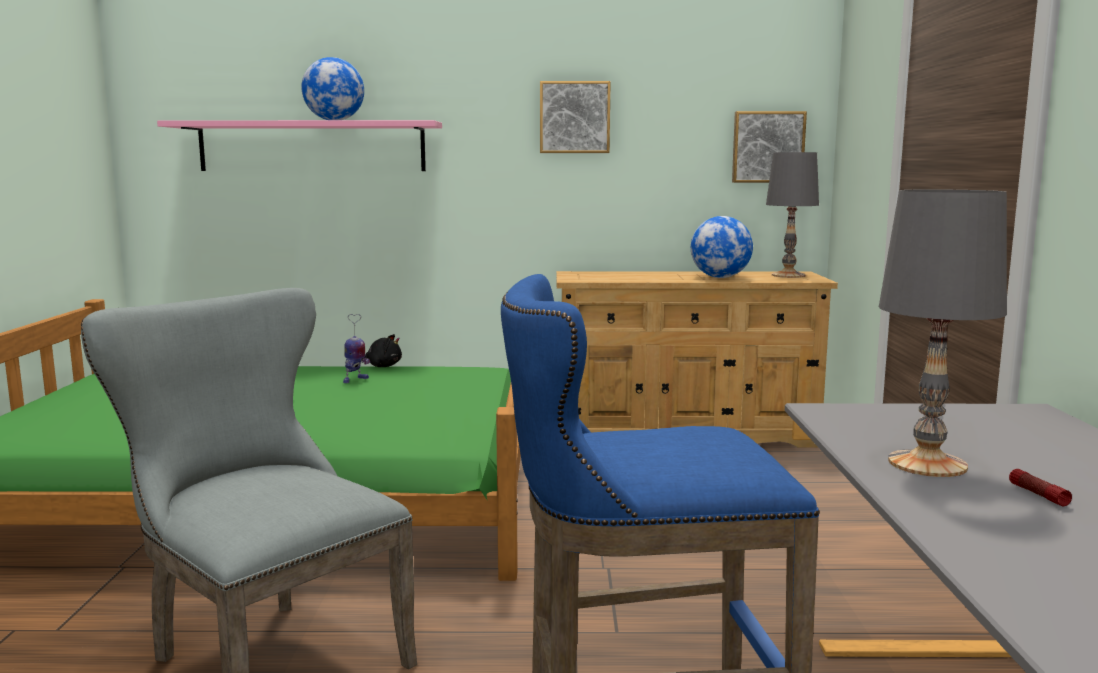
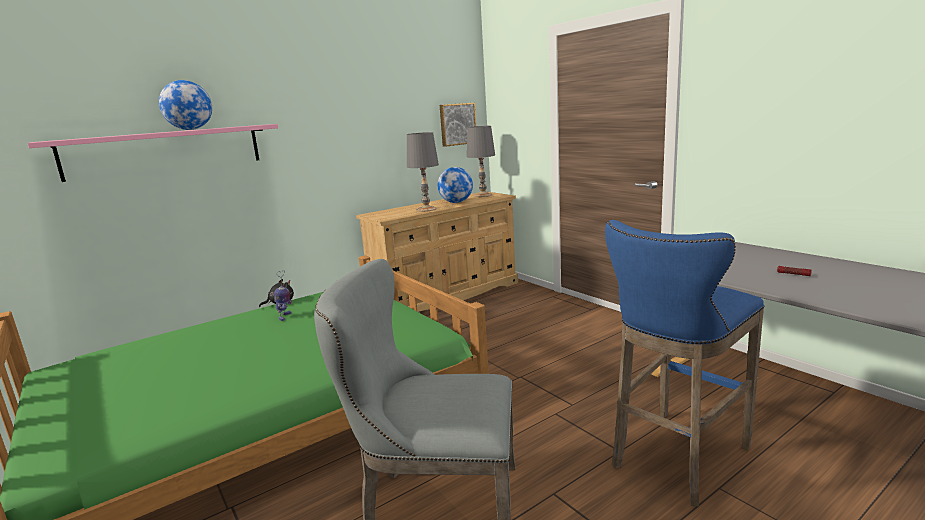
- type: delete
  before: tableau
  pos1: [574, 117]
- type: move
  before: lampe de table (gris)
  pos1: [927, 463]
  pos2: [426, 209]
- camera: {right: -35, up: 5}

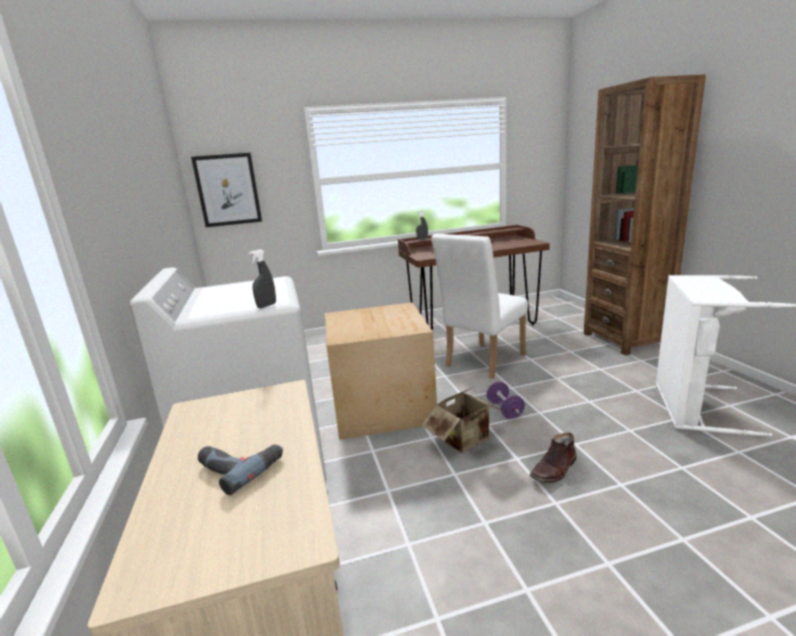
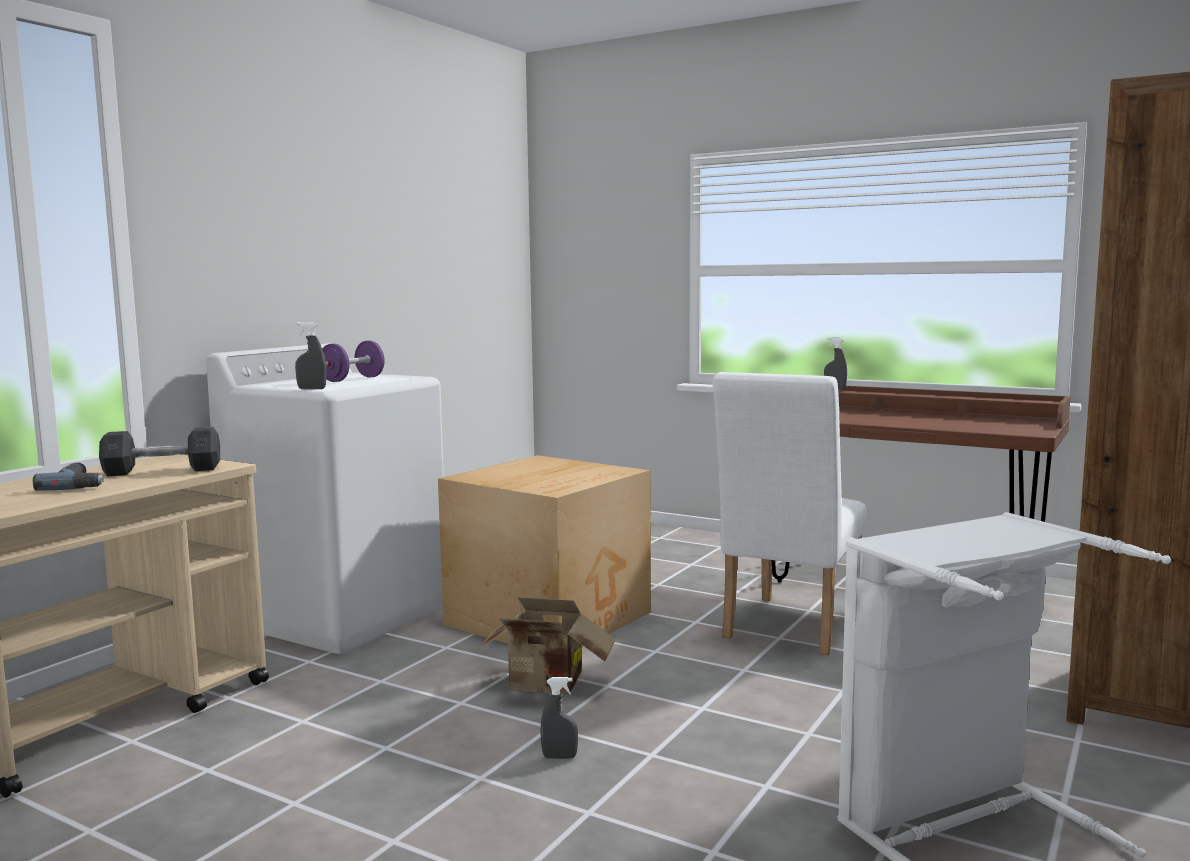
- type: delete
  before: tableau
  pos1: [228, 190]
- type: insert
  after: haltère (gris)
  pos2: [163, 471]
- type: move
  before: haltère (violet)
  pos1: [505, 410]
  pos2: [352, 379]
- type: replace
  before: botte (marron)
  after: vaporisateur (gris)
  pos1: [554, 469]
  pos2: [559, 757]
- type: rotate
  before: chaise (blanc)
  pos1: [482, 362]
  pos2: [787, 628]
  turn: -60
- camera: {right: 45, up: -10}

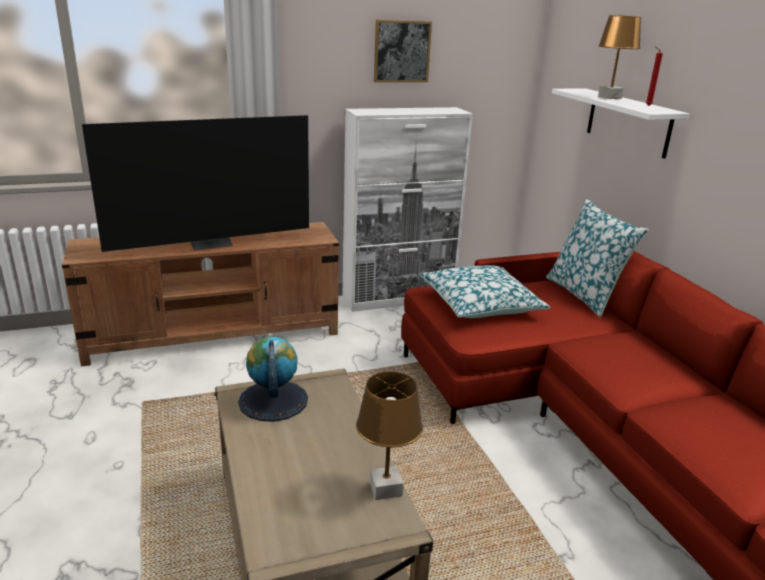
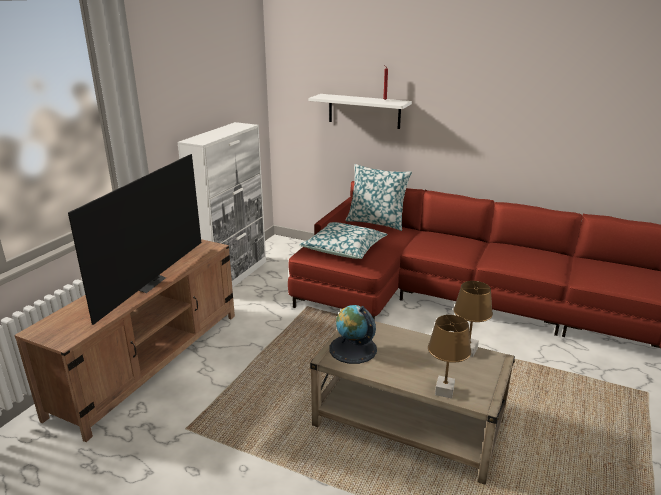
- type: delete
  before: tableau
  pos1: [401, 51]
- type: move
  before: lampe de table (marron)
  pos1: [609, 97]
  pos2: [444, 391]
- camera: {right: -45, up: 0}

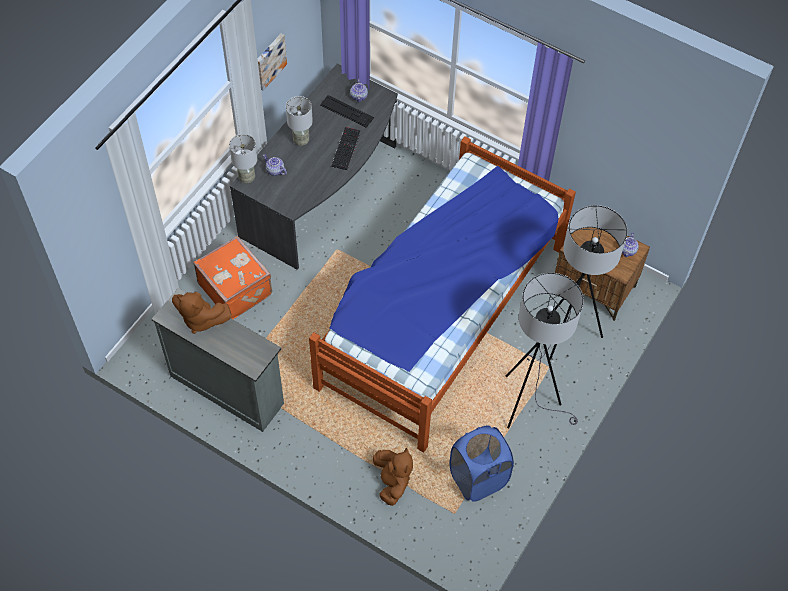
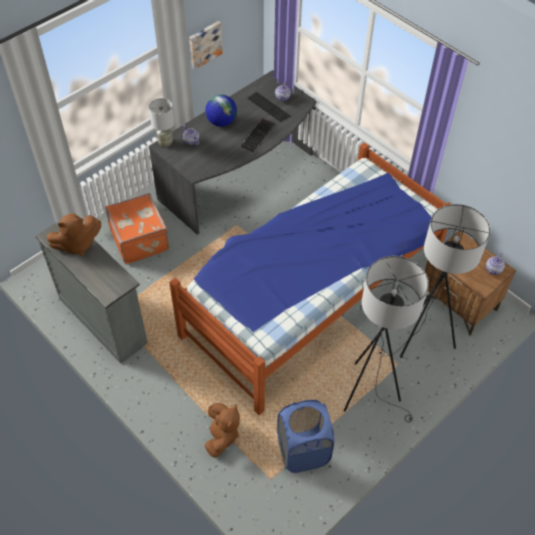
- type: replace
  before: lampe de table (gris)
  after: globe
  pos1: [301, 140]
  pos2: [221, 122]
- type: rotate
  before: peluche (marron)
  pos1: [200, 319]
  pos2: [77, 244]
  turn: -60
- camera: {right: 15, up: -5}

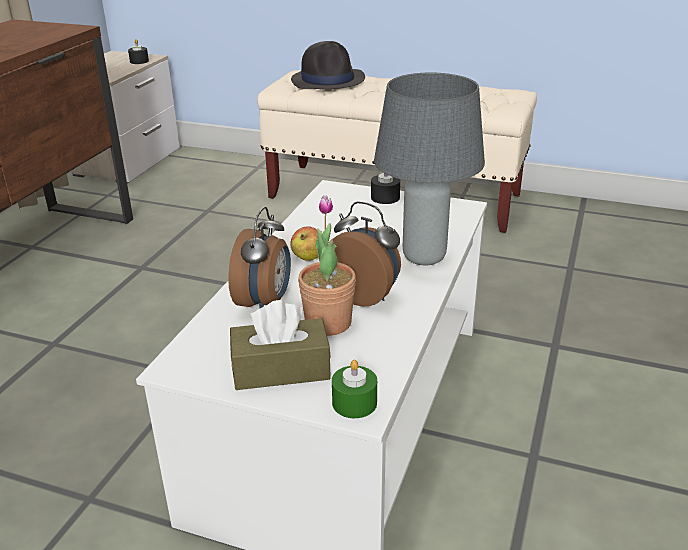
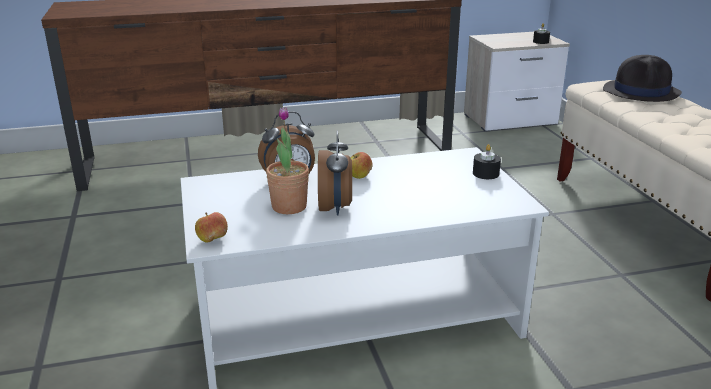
- type: delete
  before: boîte à mouchoirs (marron)
  pos1: [281, 369]
- type: delete
  before: lampe de table (gris)
  pos1: [423, 257]
- type: replace
  before: bougie (vert)
  after: pomme
  pos1: [354, 403]
  pos2: [212, 240]
- camera: {right: 55, up: -5}

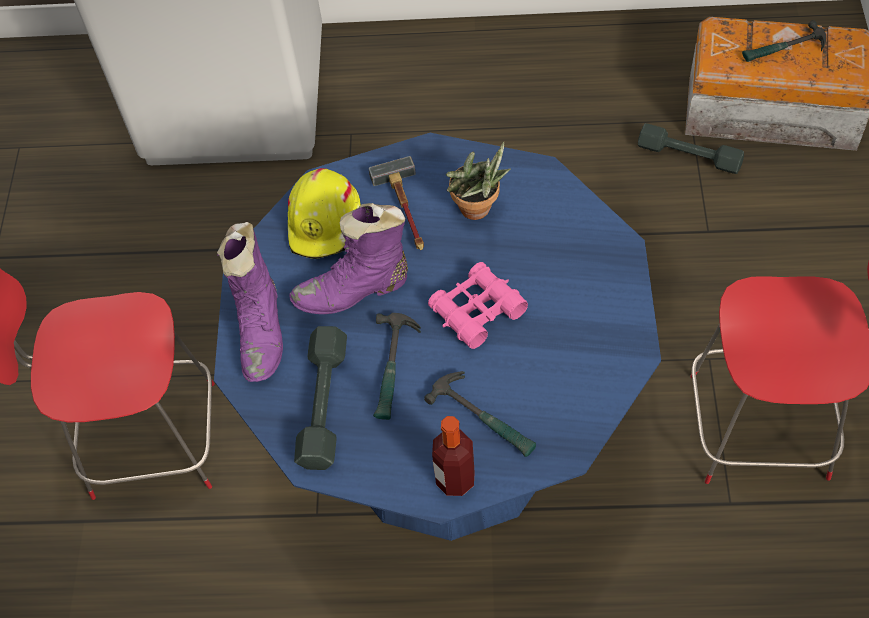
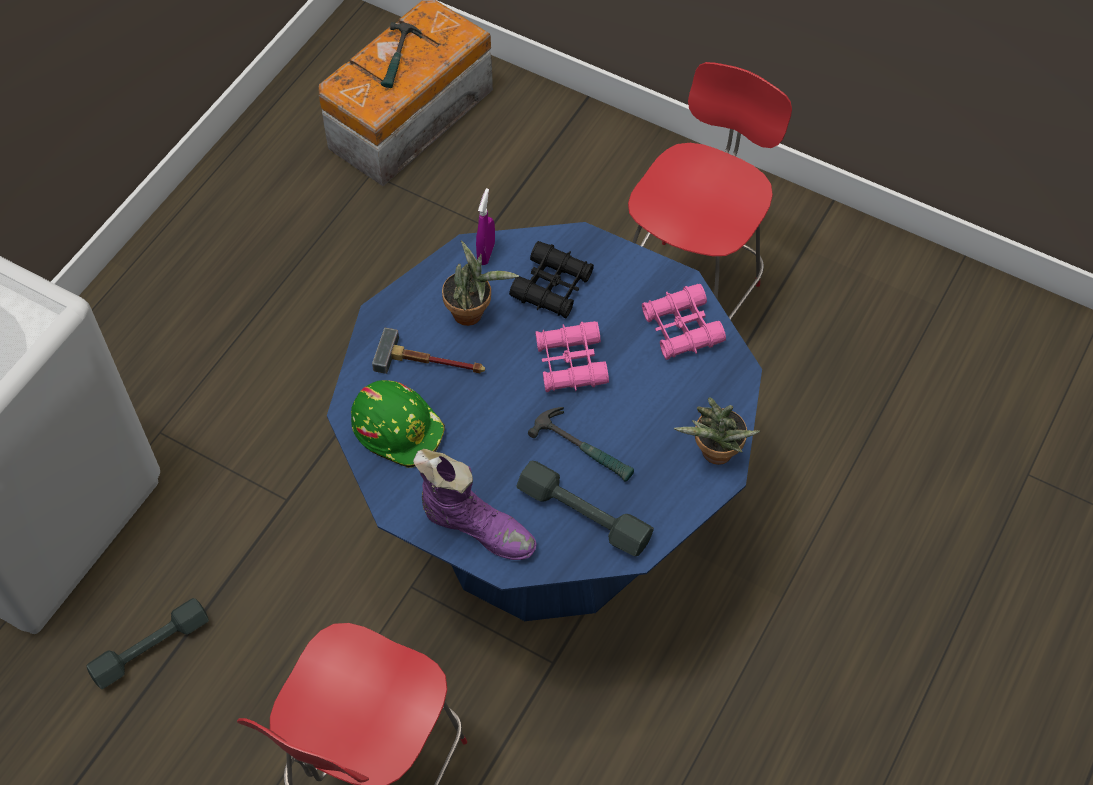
- type: delete
  before: botte (violet)
  pos1: [354, 291]
- type: delete
  before: marteau
  pos1: [485, 418]
- type: insert
  after: vaporisateur (violet)
  pos2: [486, 253]
- type: insert
  after: jumelles (noir)
  pos2: [552, 286]
- type: insert
  after: jumelles (rose)
  pos2: [681, 328]
- type: move
  before: haltère (gris)
  pos1: [689, 155]
  pos2: [151, 647]
- type: replace
  before: bouteille
  after: plante en pot
  pos1: [455, 479]
  pos2: [714, 455]
- type: recolor
  before: casque de chantier (jaune)
  after: casque de chantier (vert)
  pos1: [325, 223]
  pos2: [398, 428]
- camera: {right: -65, up: 0}

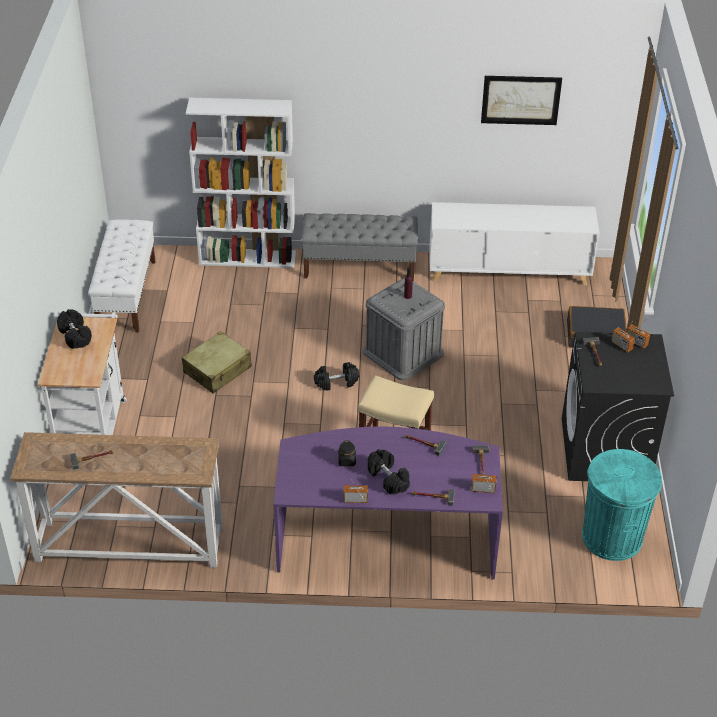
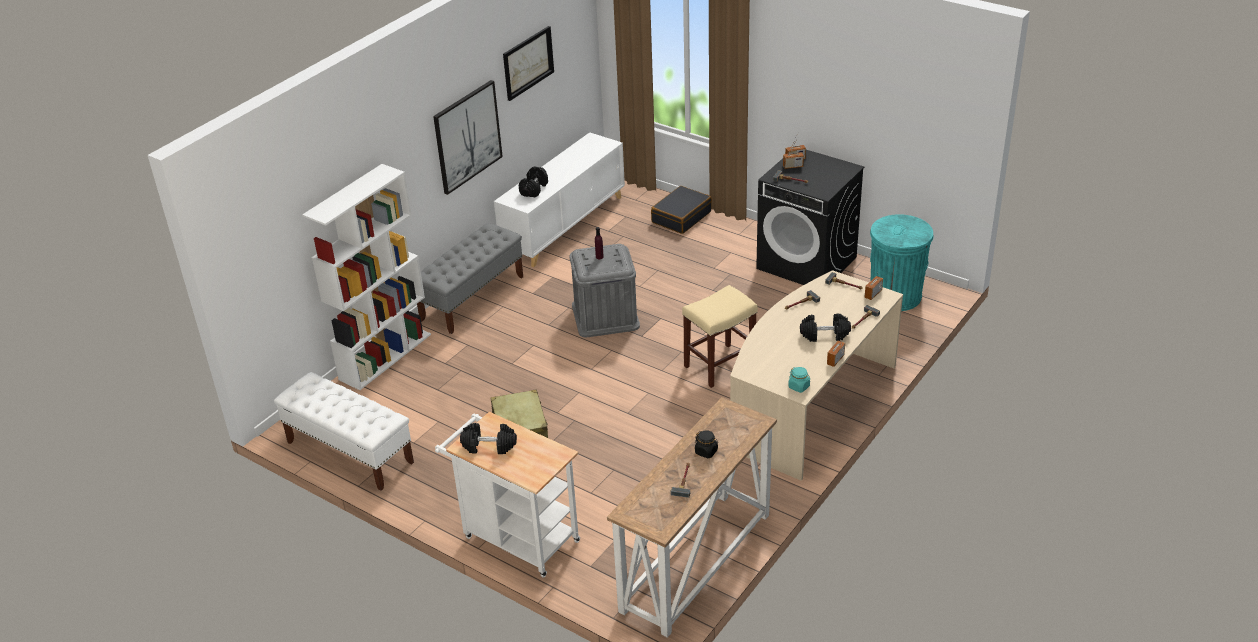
- type: insert
  after: tableau
  pos2: [467, 136]
- type: insert
  after: bocal (turquoise)
  pos2: [799, 387]
- type: move
  before: haltère (noir)
  pos1: [336, 382]
  pos2: [534, 189]
- type: move
  before: bocal (noir)
  pos1: [347, 461]
  pos2: [706, 452]
- type: recolor
  before: bureau (violet)
  after: bureau (beige)
  pos1: [386, 537]
  pos2: [809, 405]
- camera: {right: -55, up: -5}

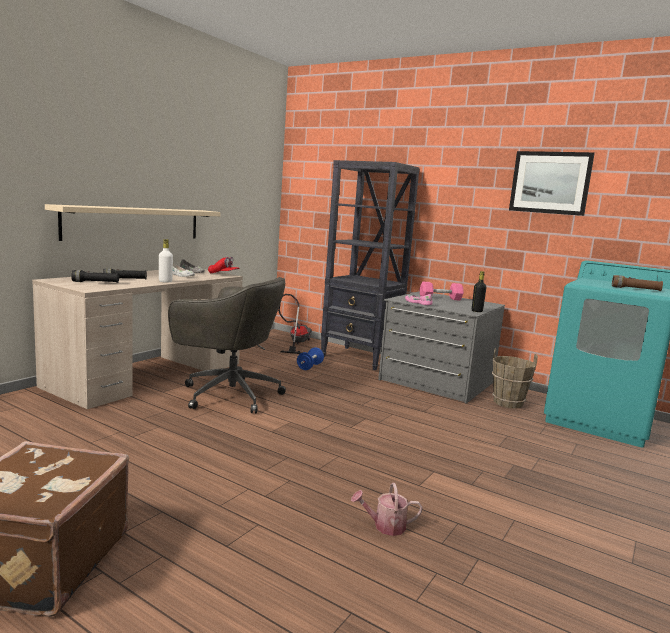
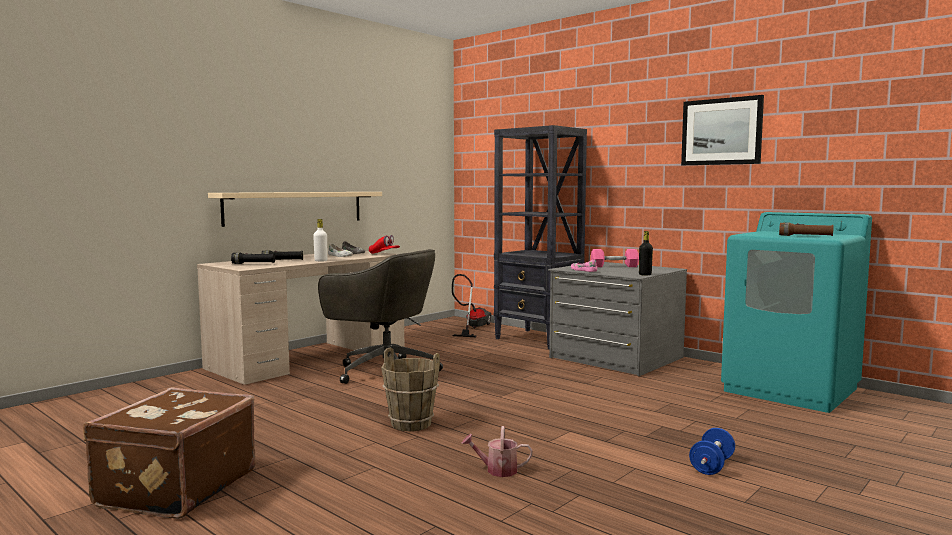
- type: move
  before: haltère (bleu)
  pos1: [309, 367]
  pos2: [711, 466]
- type: move
  before: seau (marron)
  pos1: [508, 403]
  pos2: [411, 424]
- camera: {right: 10, up: -5}

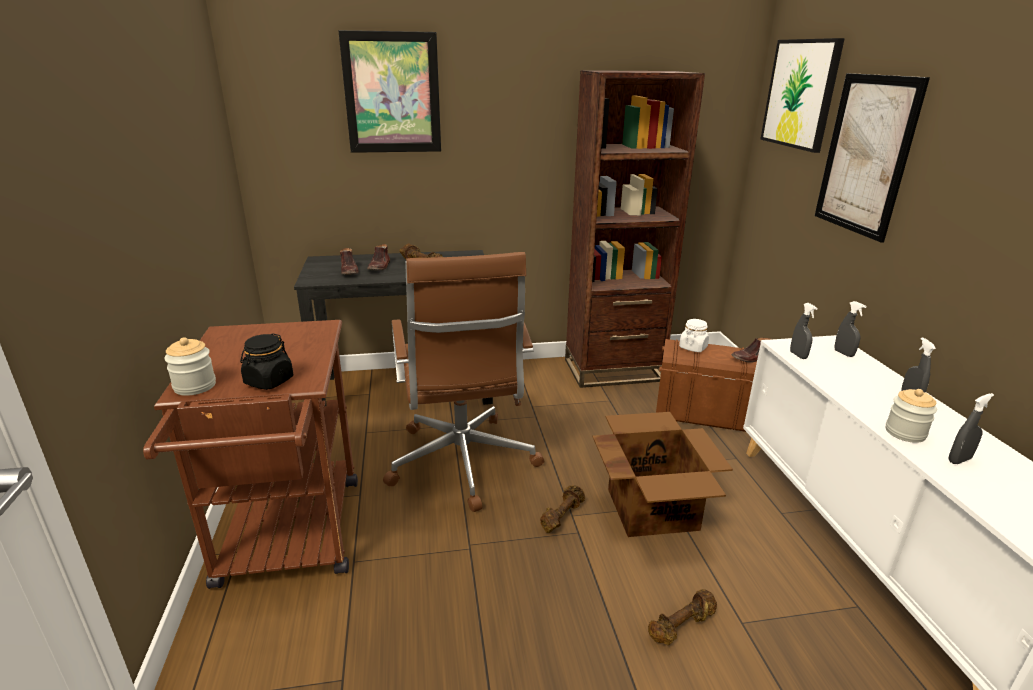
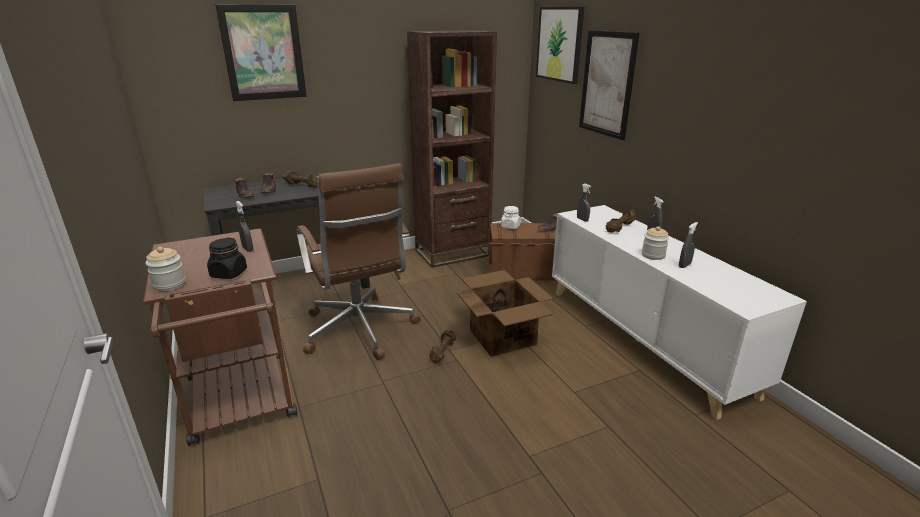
- type: move
  before: haltère (marron)
  pos1: [682, 626]
  pos2: [620, 228]
- type: move
  before: vaporisateur (gris)
  pos1: [843, 353]
  pos2: [248, 249]
- camera: {right: -15, up: 0}

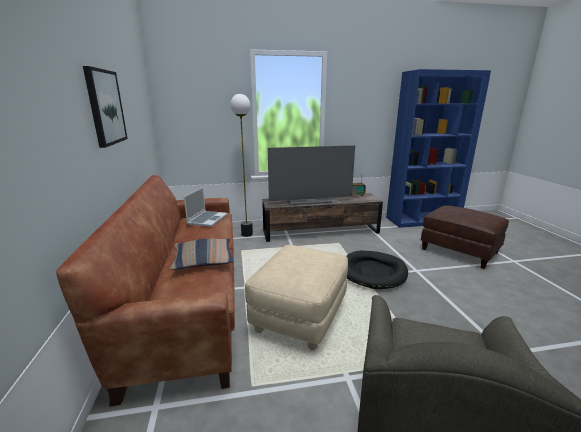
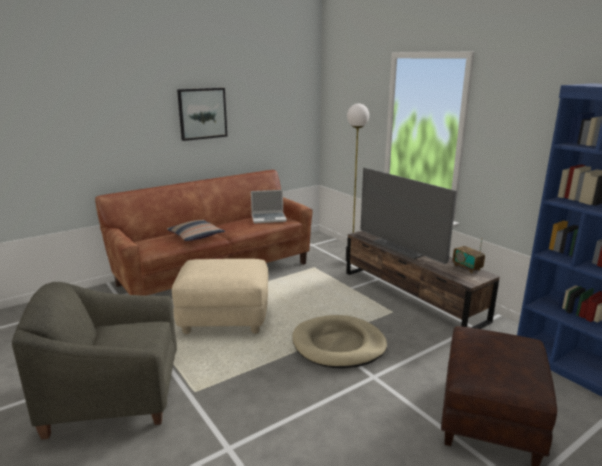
- type: recolor
  before: panier pour chien (noir)
  after: panier pour chien (beige)
  pos1: [373, 272]
  pos2: [339, 345]
- camera: {right: 65, up: 0}

